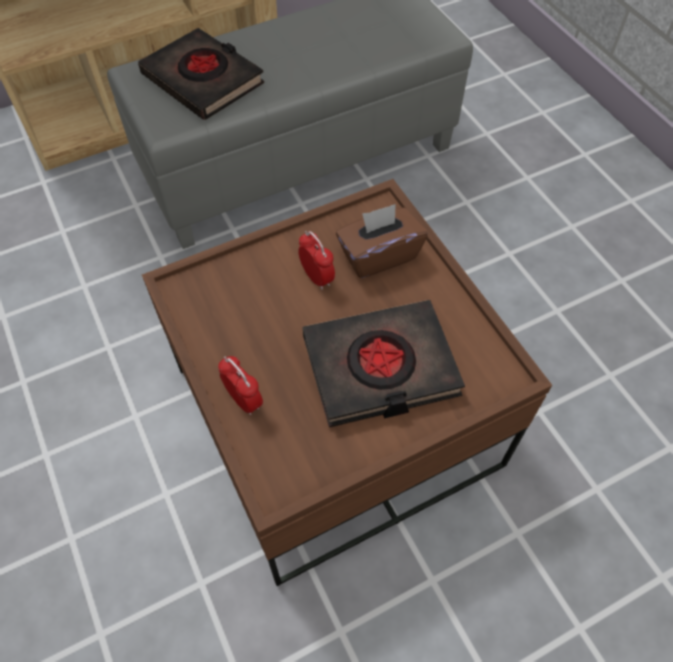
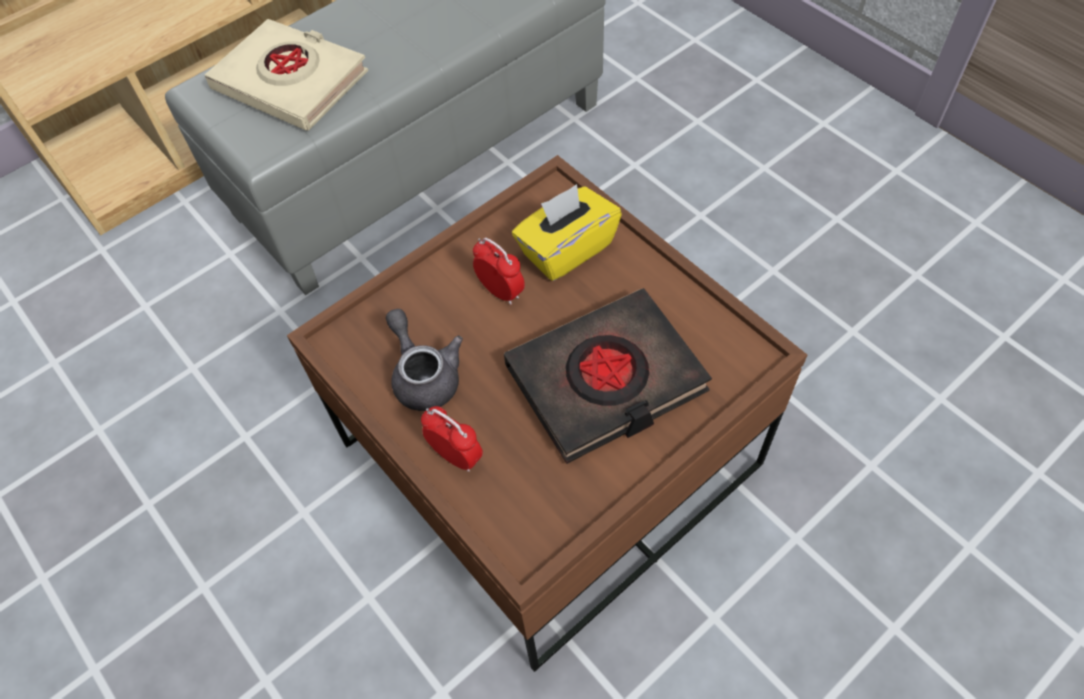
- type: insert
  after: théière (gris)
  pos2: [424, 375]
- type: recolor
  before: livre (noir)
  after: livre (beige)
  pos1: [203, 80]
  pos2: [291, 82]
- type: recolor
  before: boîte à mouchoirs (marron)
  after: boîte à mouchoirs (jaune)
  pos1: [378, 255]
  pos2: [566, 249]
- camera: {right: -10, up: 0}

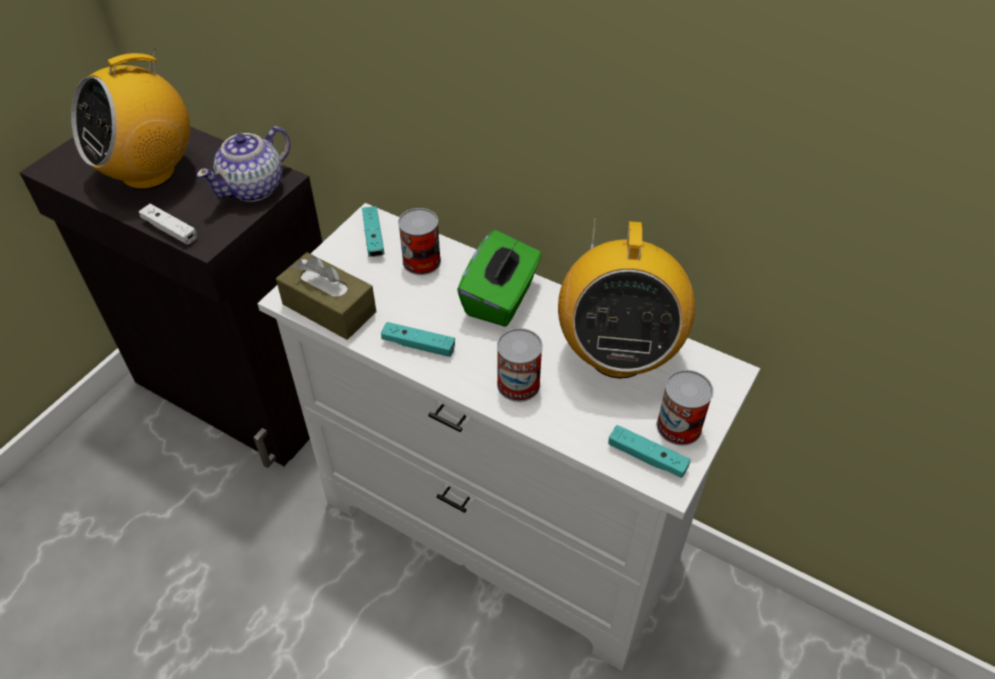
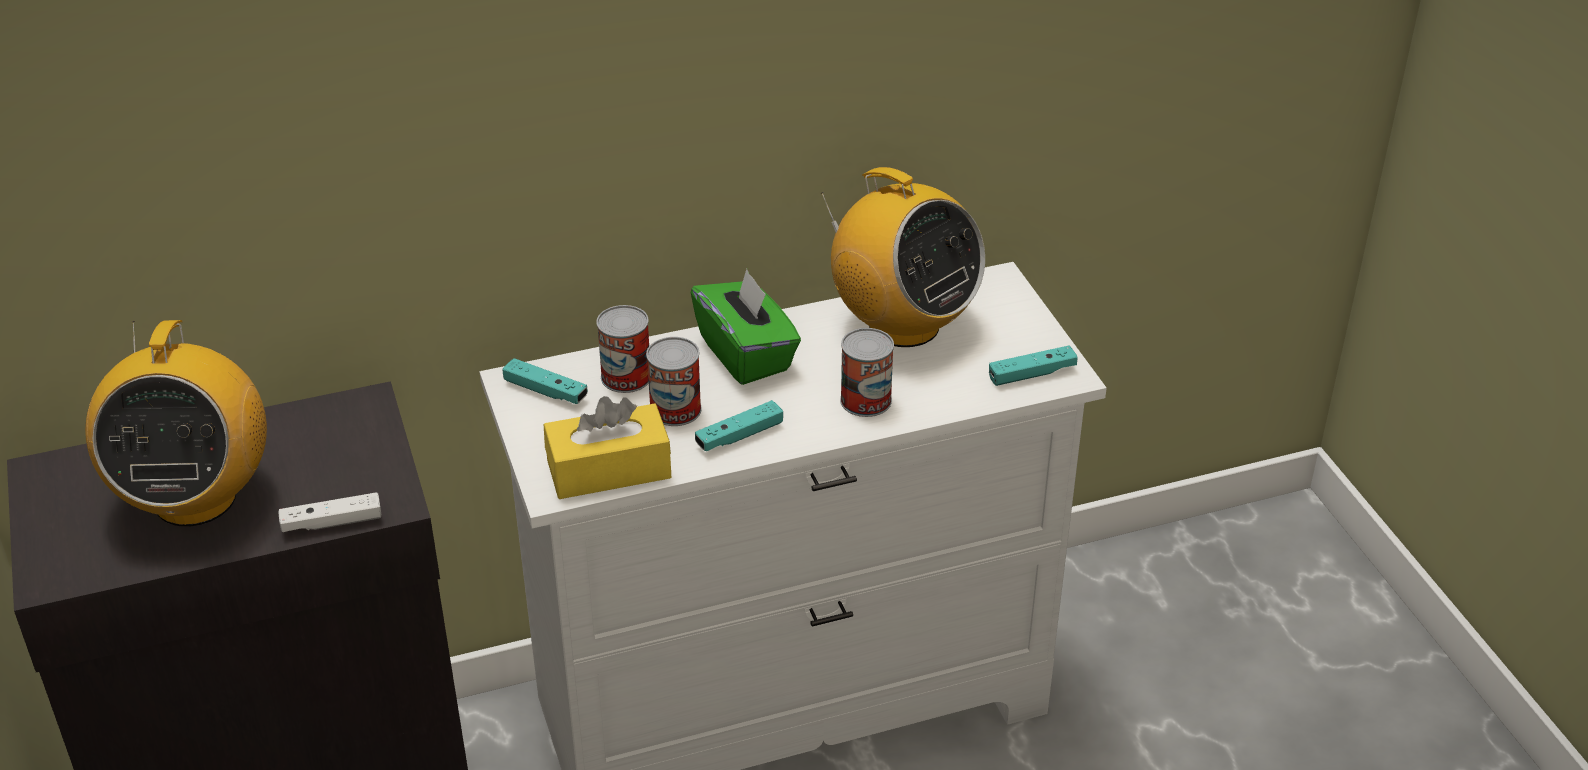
- type: delete
  before: théière
  pos1: [254, 188]
- type: move
  before: boîte métallique
  pos1: [679, 426]
  pos2: [675, 409]
- type: recolor
  before: boîte à mouchoirs (marron)
  after: boîte à mouchoirs (jaune)
  pos1: [329, 308]
  pos2: [609, 470]
- camera: {right: -50, up: -10}

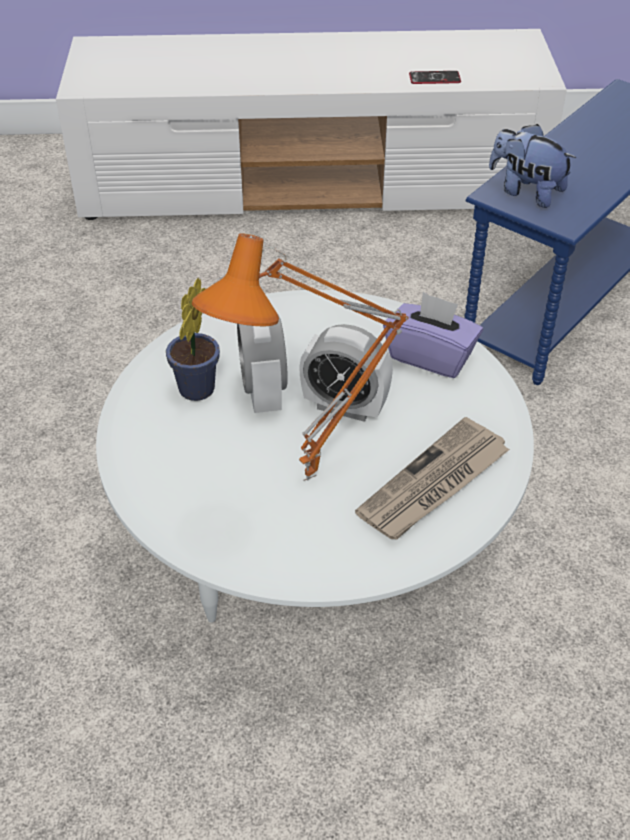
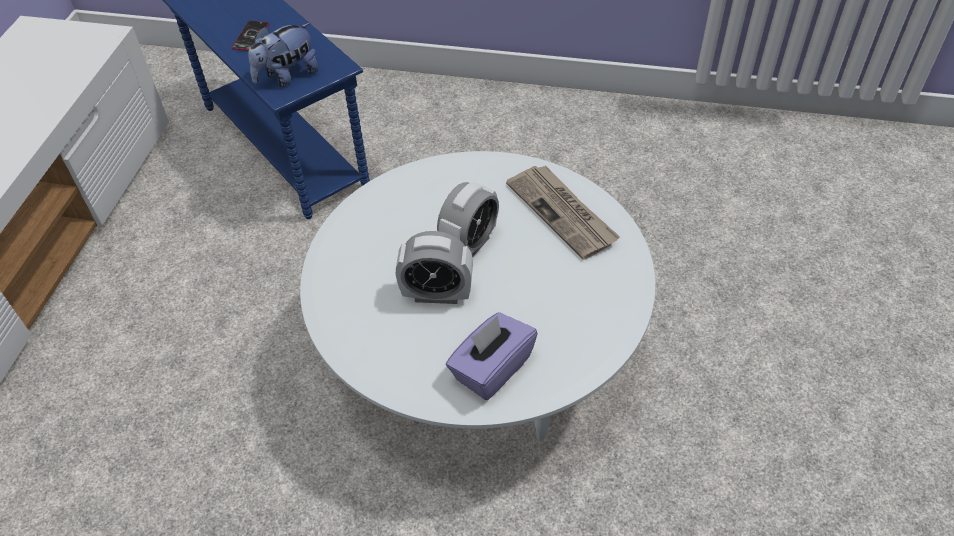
- type: delete
  before: plante en pot
  pos1: [194, 392]
- type: delete
  before: lampe de table (orange)
  pos1: [313, 482]
- type: move
  before: boîte à mouchoirs (violet)
  pos1: [430, 356]
  pos2: [491, 369]
- type: move
  before: téléphone
  pos1: [434, 78]
  pos2: [251, 36]
- camera: {right: -75, up: 5}

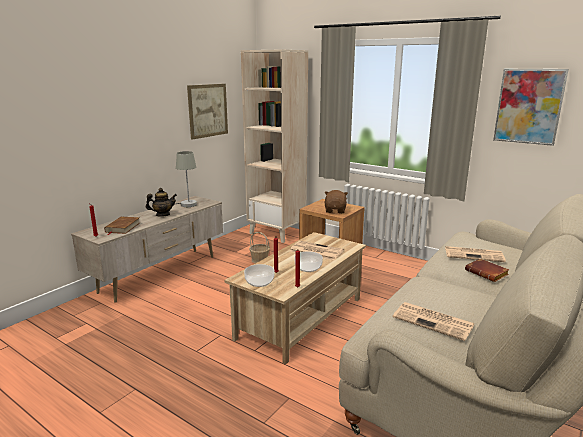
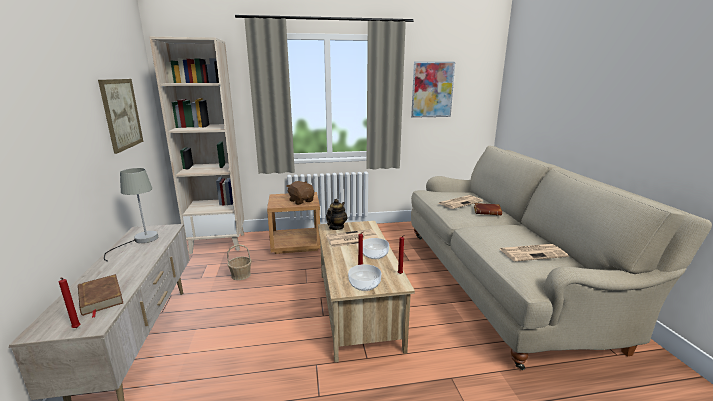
- type: move
  before: théière
  pos1: [162, 215]
  pos2: [336, 227]
- camera: {right: -45, up: 0}

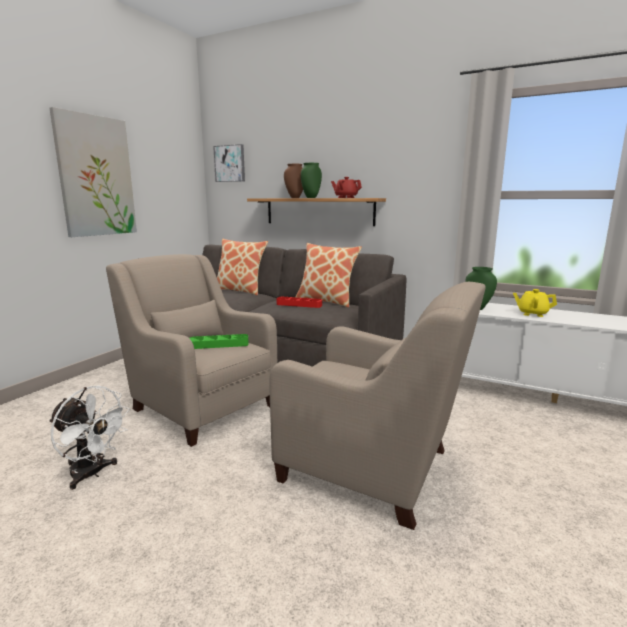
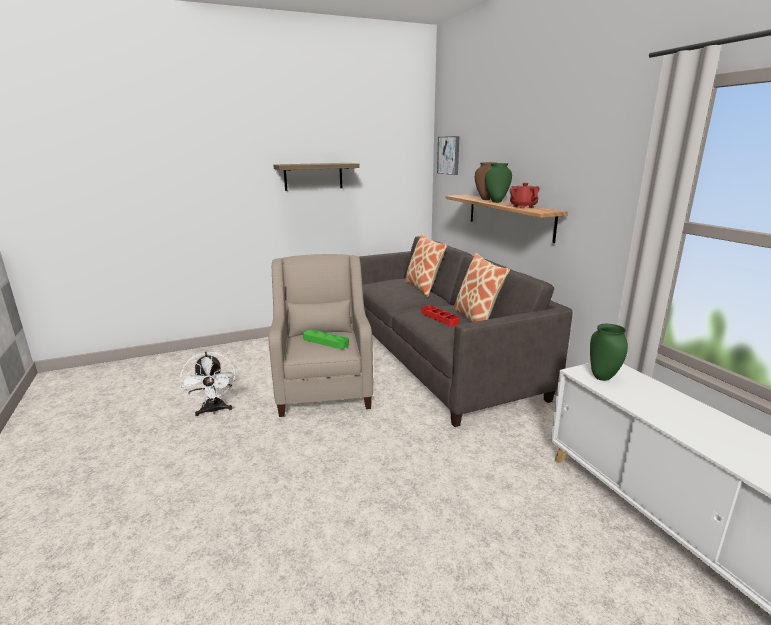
- type: delete
  before: fauteuil (beige)
  pos1: [372, 467]
- type: delete
  before: théière (jaune)
  pos1: [532, 314]
- type: replace
  before: tableau
  after: étagère
  pos1: [96, 176]
  pos2: [313, 176]
- camera: {right: 40, up: 5}

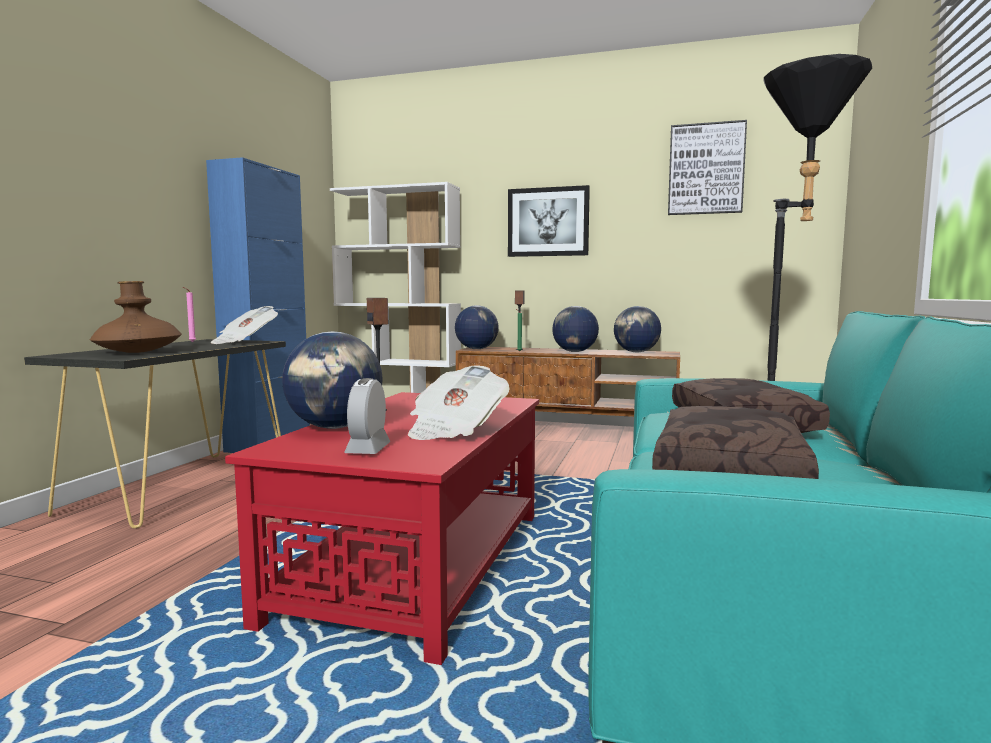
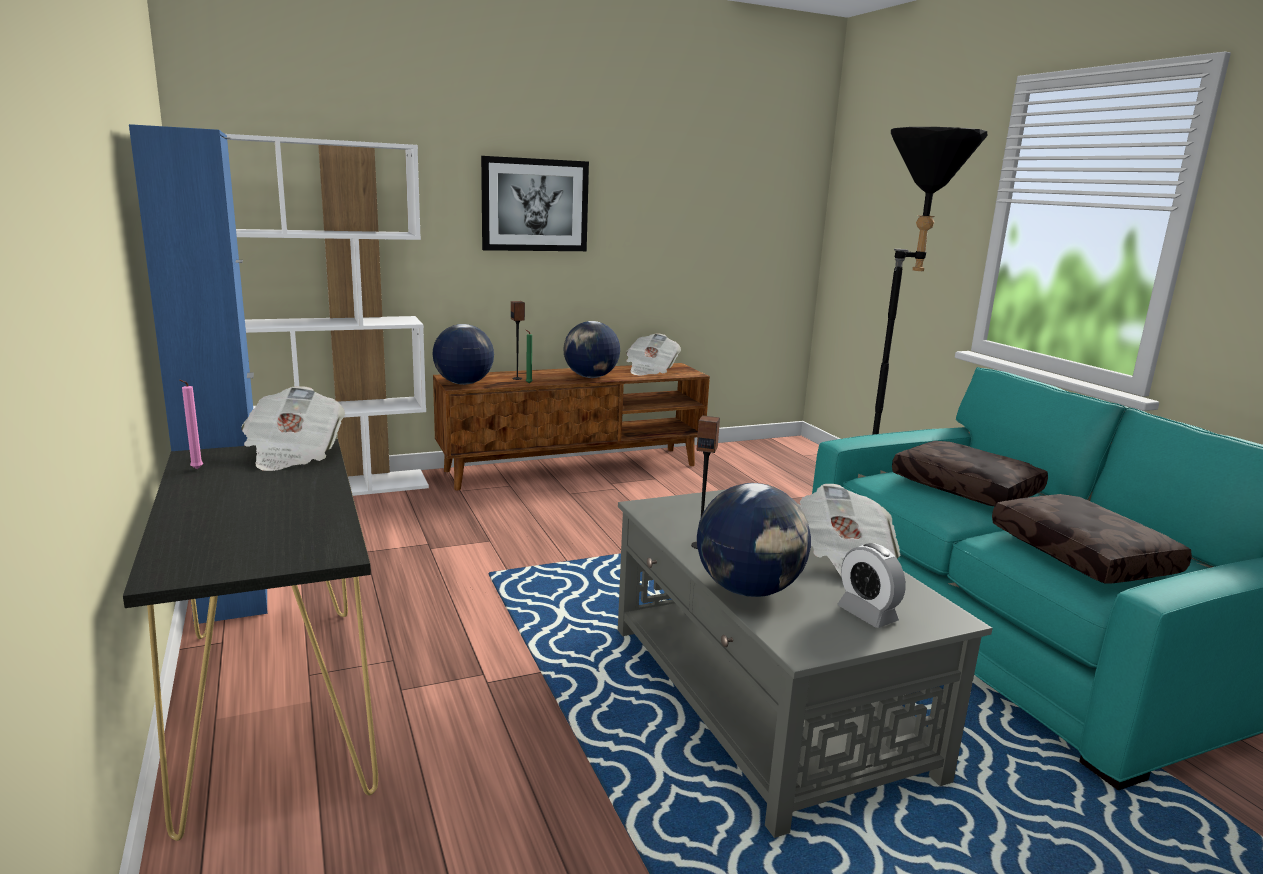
- type: delete
  before: vase (marron)
  pos1: [138, 352]
- type: delete
  before: tableau
  pos1: [706, 169]
- type: replace
  before: globe
  after: journal
  pos1: [636, 352]
  pos2: [650, 370]
- type: recolor
  before: table basse (rouge)
  after: table basse (gris)
  pos1: [416, 564]
  pos2: [763, 699]
- camera: {right: -40, up: 10}

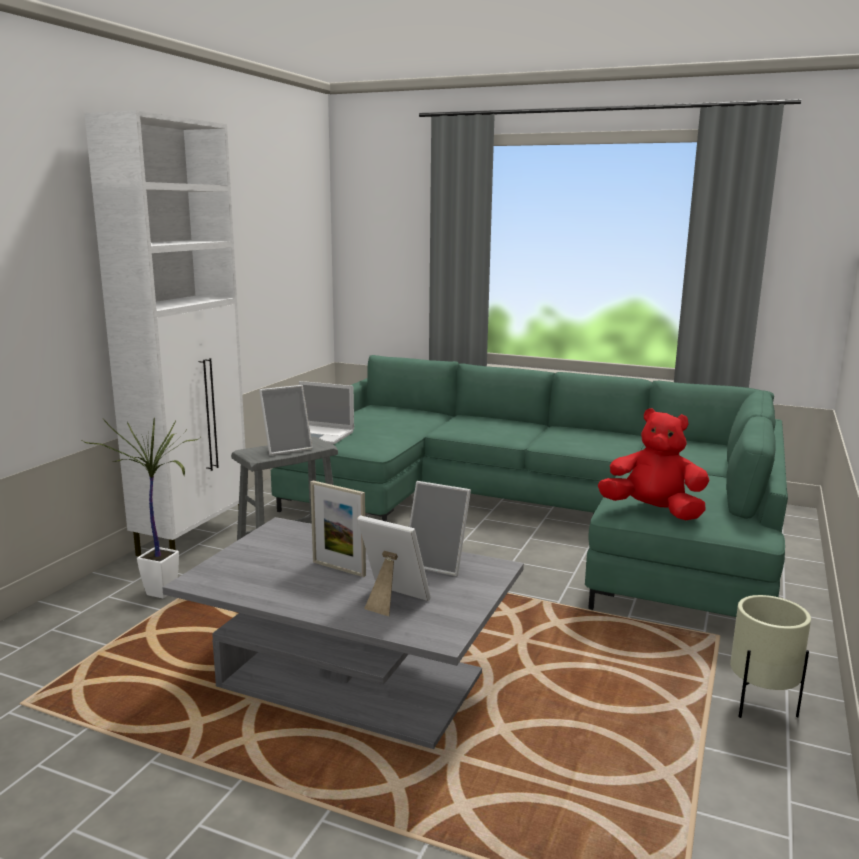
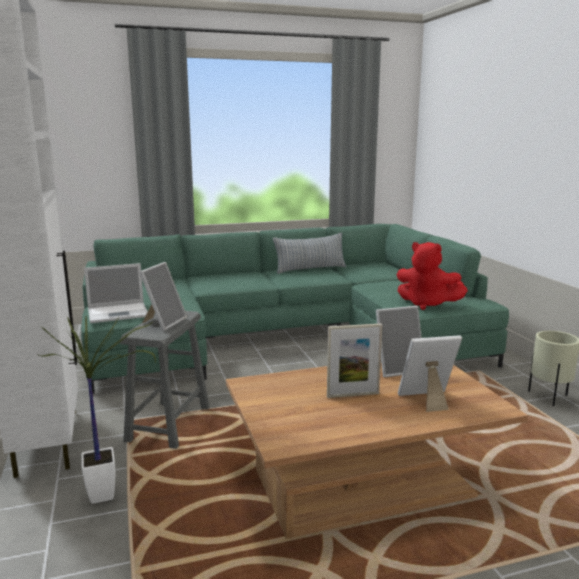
- type: insert
  after: coussin
  pos2: [310, 269]
- type: recolor
  before: table basse (gris)
  after: table basse (marron)
  pos1: [351, 681]
  pos2: [363, 484]
- type: rotate
  before: peluche (rouge)
  pos1: [653, 511]
  pos2: [427, 304]
  turn: -135
- camera: {right: -40, up: 0}

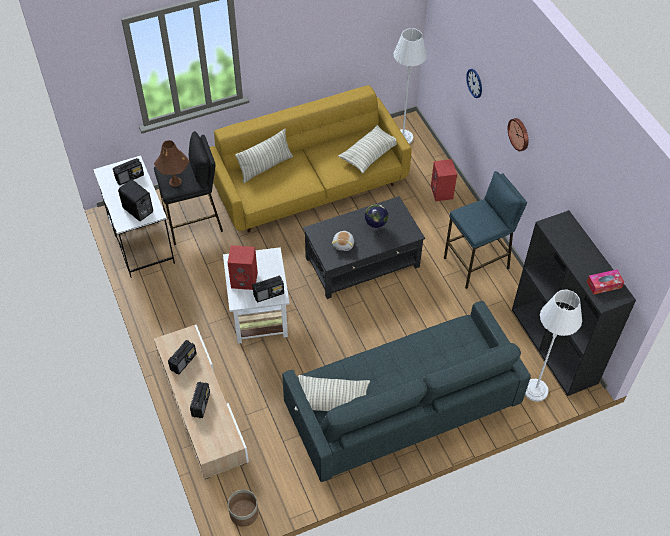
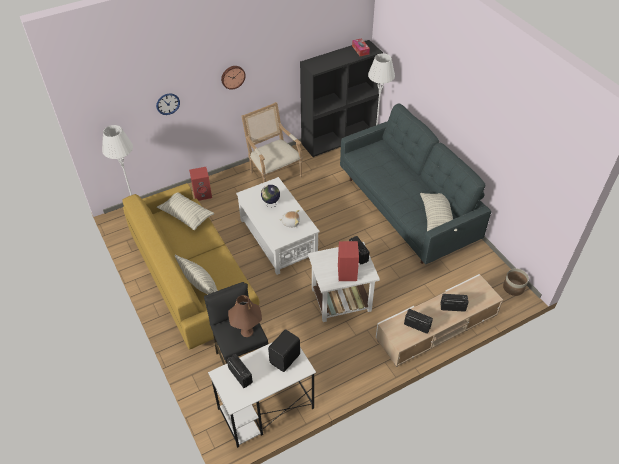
- type: replace
  before: tabouret (bleu)
  after: fauteuil
  pos1: [477, 264]
  pos2: [273, 174]
- type: recolor
  before: table basse (noir)
  after: table basse (blanc)
  pos1: [363, 262]
  pos2: [278, 237]
- camera: {right: -95, up: -5}

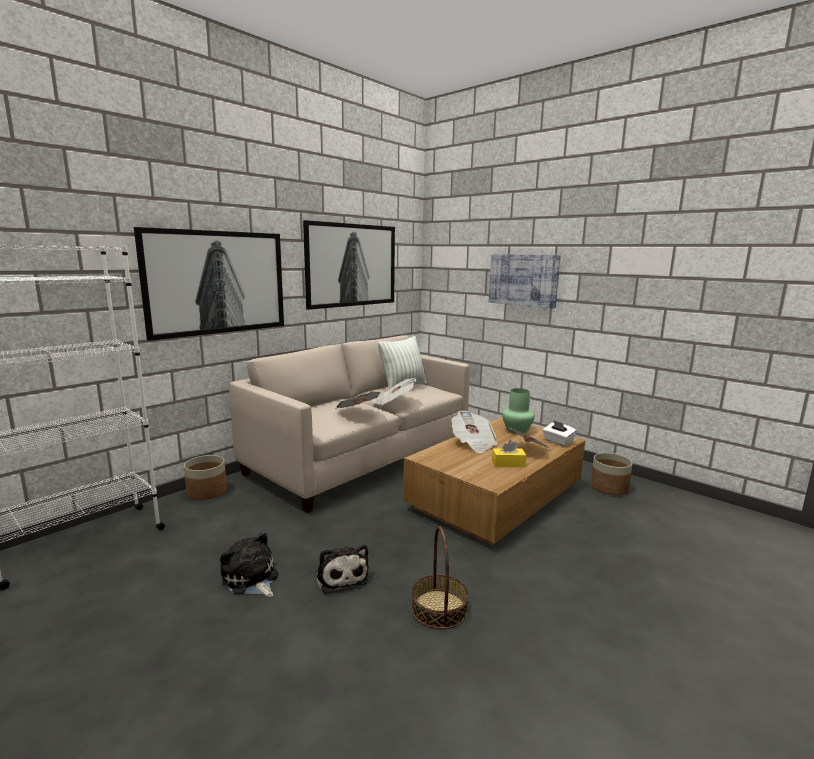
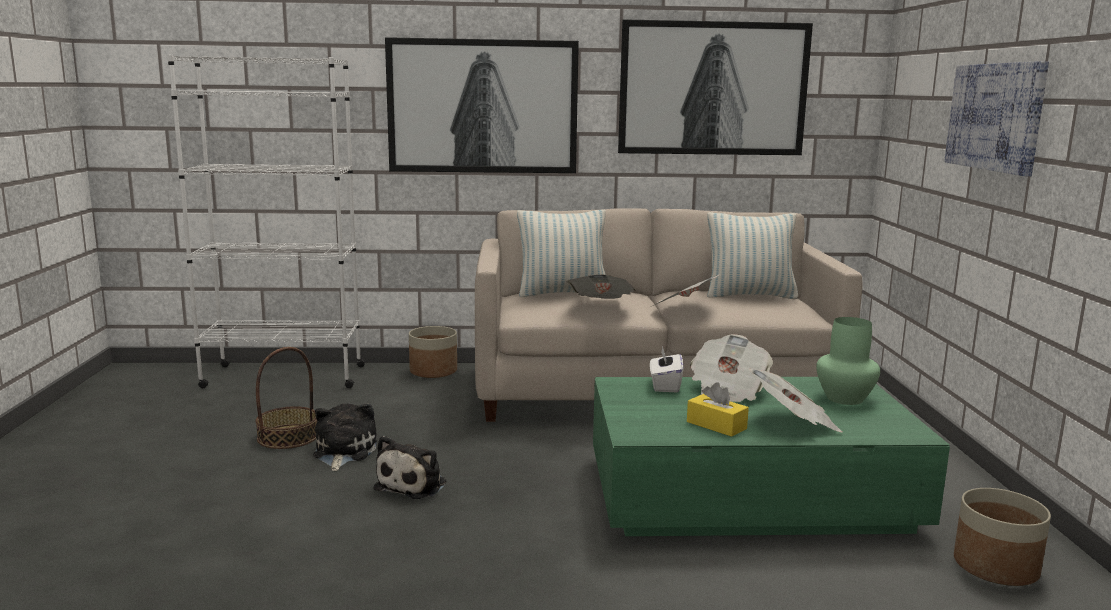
- type: insert
  after: coussin
  pos2: [562, 293]
- type: move
  before: panier
  pos1: [439, 609]
  pos2: [288, 436]
- type: move
  before: boîte à mouchoirs (blanc)
  pos1: [558, 442]
  pos2: [665, 386]
- type: recolor
  before: table basse (marron)
  after: table basse (vert)
  pos1: [496, 497]
  pos2: [749, 495]
- camera: {right: 45, up: 0}

